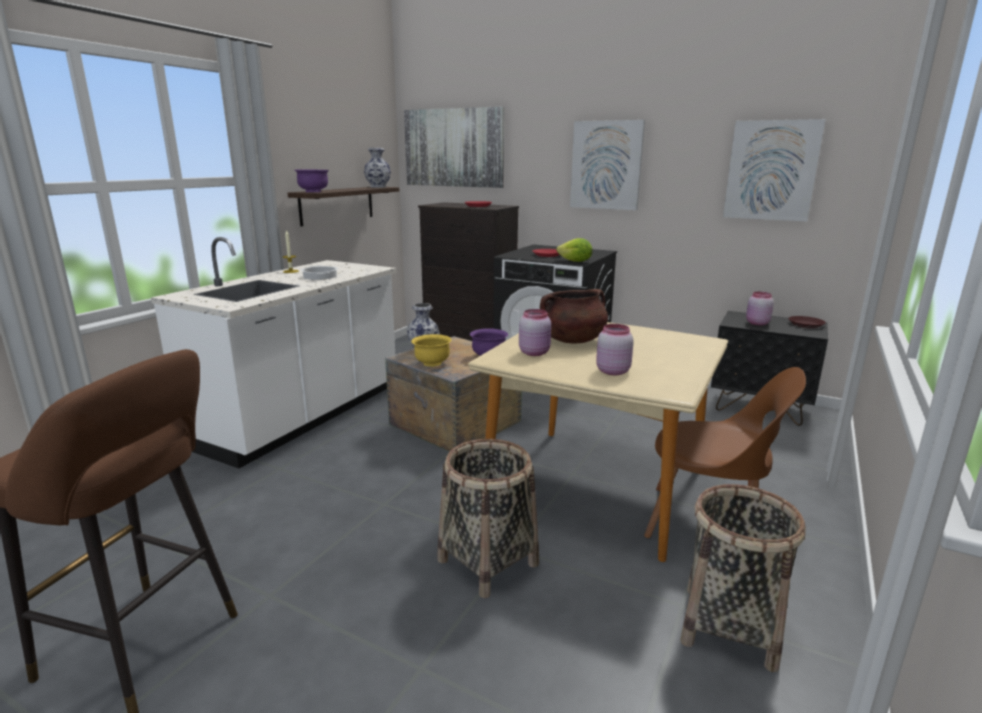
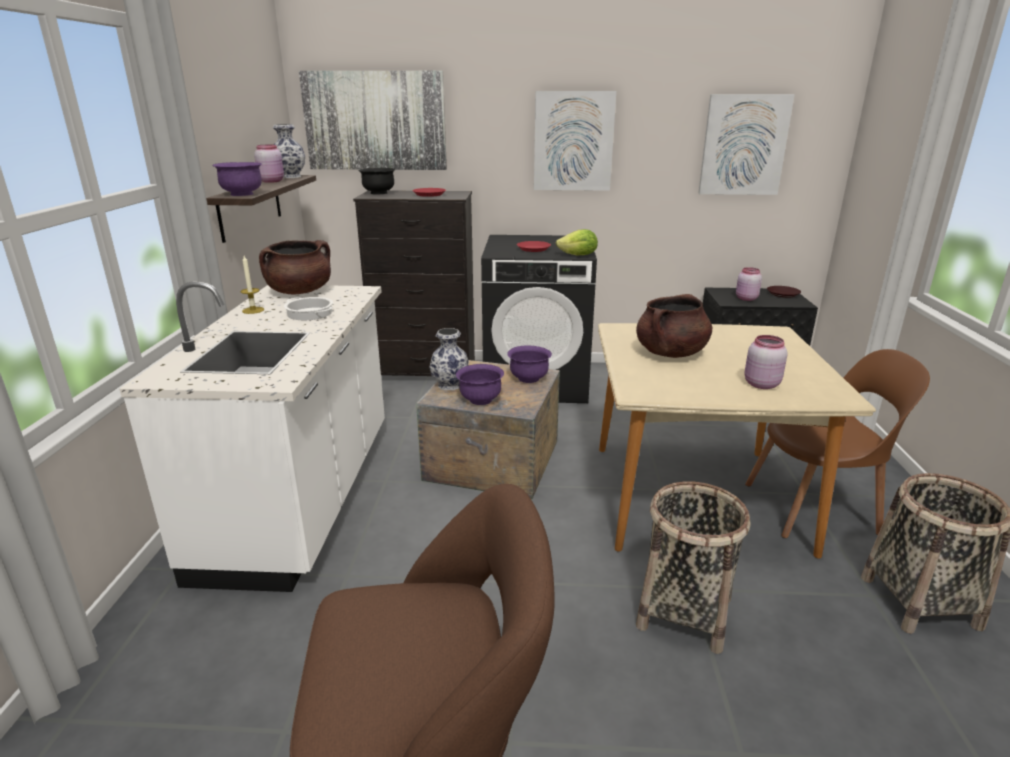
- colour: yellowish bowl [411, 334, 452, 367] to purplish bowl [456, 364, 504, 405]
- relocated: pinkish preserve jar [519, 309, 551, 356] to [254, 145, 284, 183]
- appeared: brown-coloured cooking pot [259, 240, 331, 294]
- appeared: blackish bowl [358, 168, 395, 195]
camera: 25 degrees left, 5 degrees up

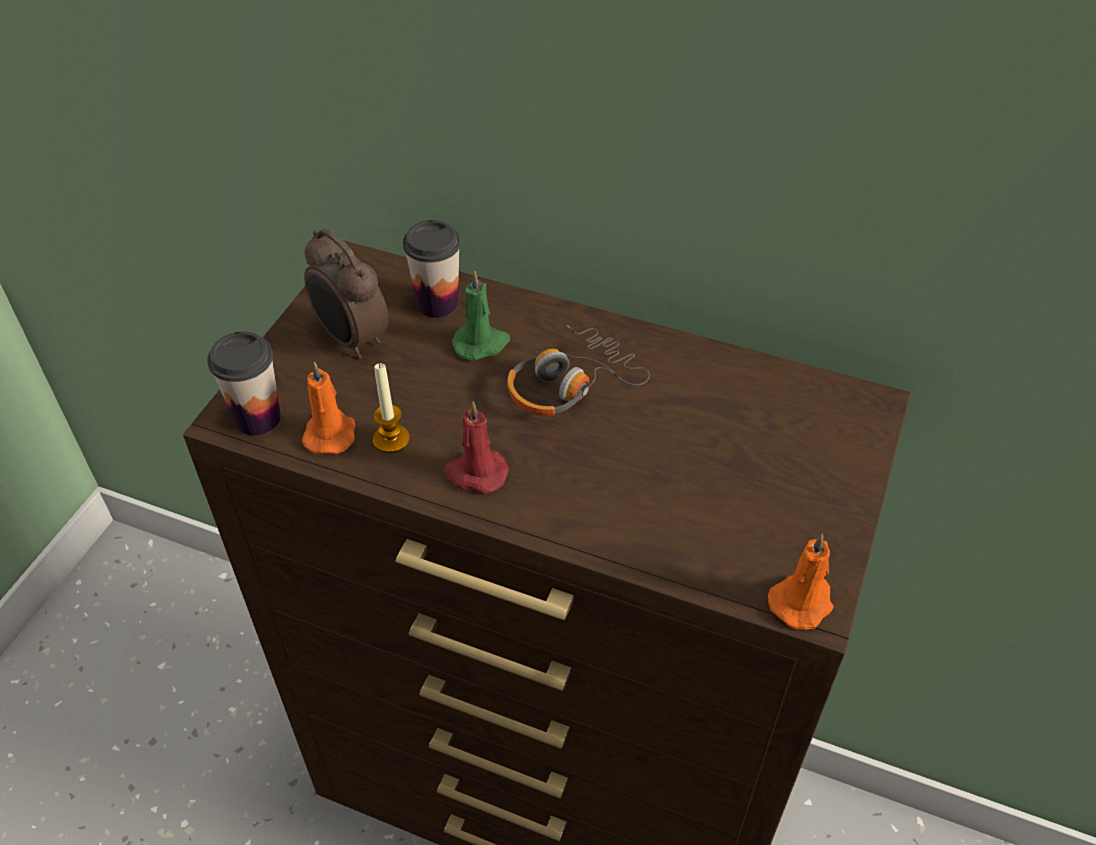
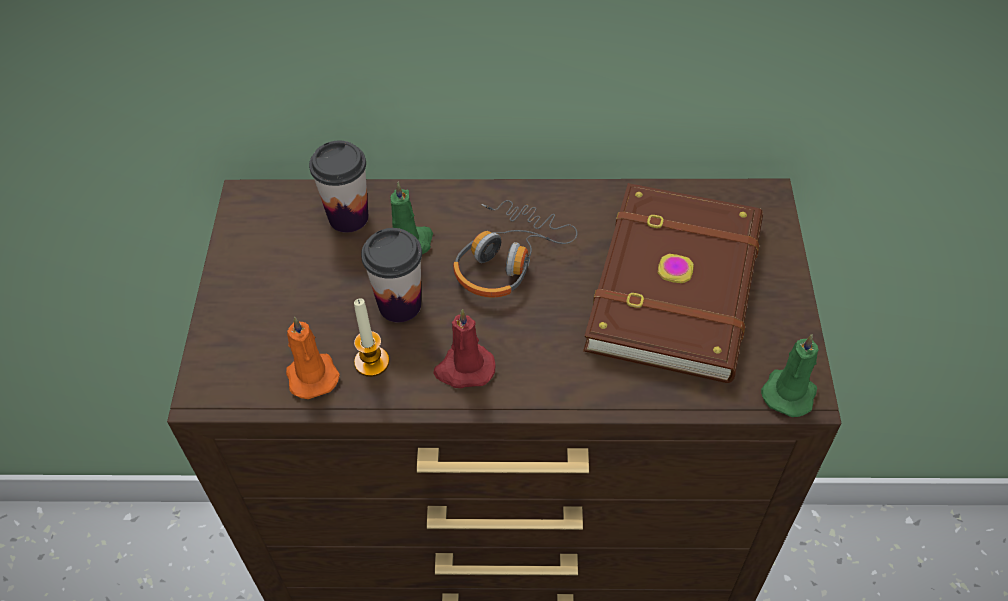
- relocated: cup [207, 332, 281, 436] to [361, 228, 422, 322]
- missing: alarm clock [304, 228, 389, 359]
- colour: orange wax candle [768, 534, 834, 630] to green-coloured wax candle [761, 334, 819, 417]
- appeared: brown-coloured bound book [583, 183, 763, 383]
camera: 20 degrees left, 5 degrees up

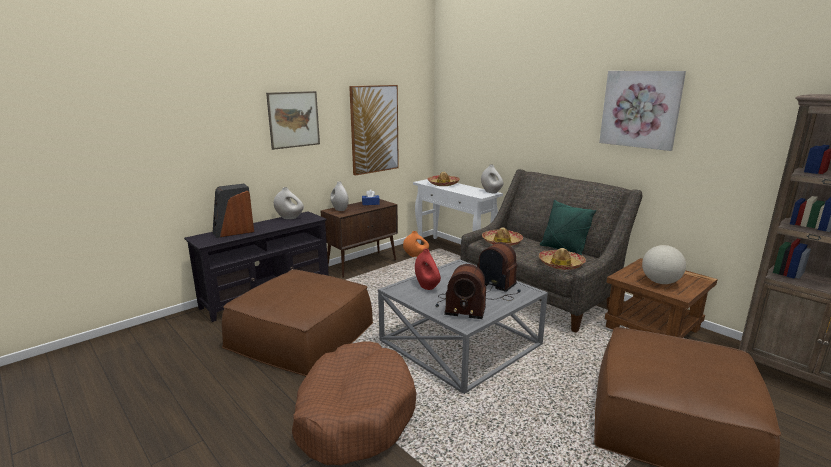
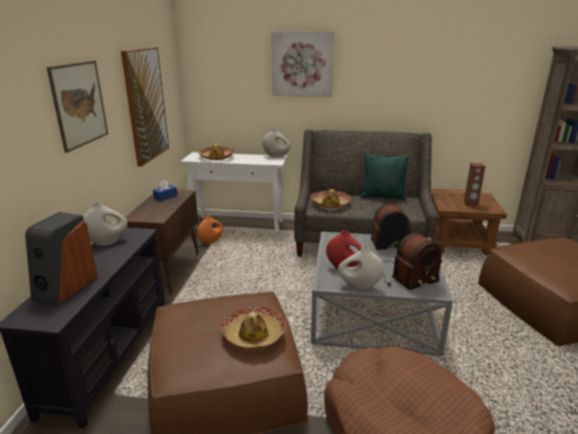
- relocated: white flower vase [330, 181, 349, 211] to [338, 246, 384, 290]
- relocated: hat [539, 248, 586, 270] to [221, 307, 286, 349]
- relocated: wall art [599, 71, 686, 151] to [271, 31, 335, 97]
- exchanged: globe [642, 245, 686, 284] to brown-coloured loudspeaker [464, 163, 486, 206]
camera: 40 degrees left, 5 degrees up

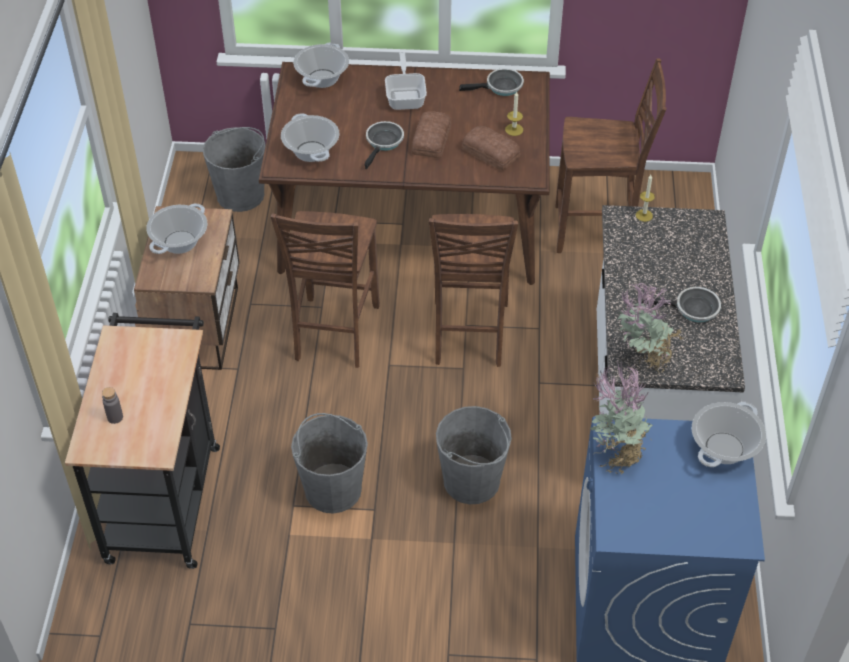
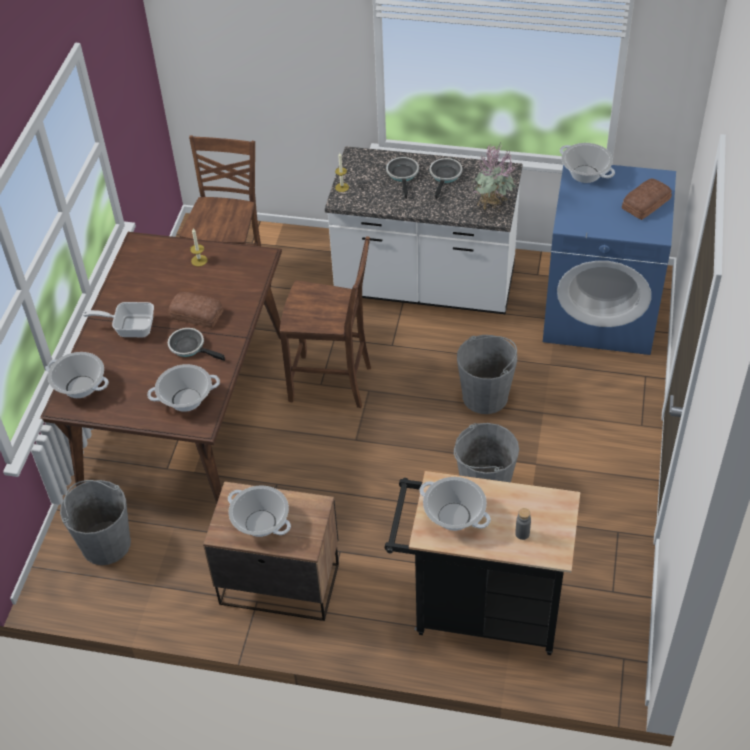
- missing: brown-coloured plain chair [271, 211, 380, 368]
- relocated: frying pan [459, 68, 524, 96] to [386, 157, 419, 199]
- relocated: bread [462, 126, 520, 171] to [622, 178, 672, 220]
- missing: plant in a pot [590, 361, 652, 475]
- appeared: cooking pot [420, 477, 491, 531]
camera: 80 degrees left, 0 degrees up

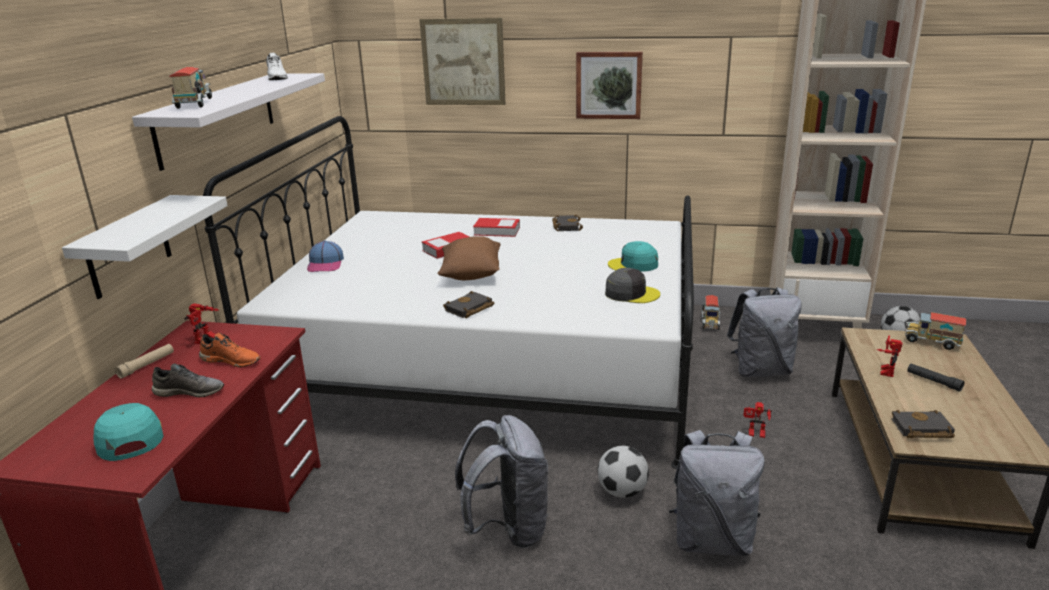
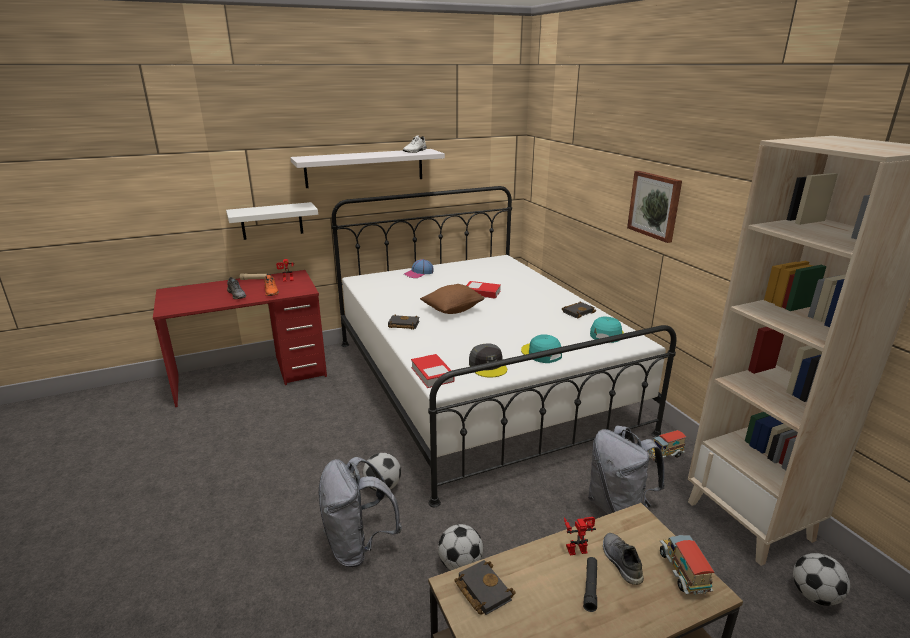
- relocated: turquoise peaked cap [93, 403, 163, 461] to [590, 317, 624, 343]
- missing: toy truck [169, 67, 212, 109]
- missing: wall art [419, 18, 506, 105]
- missing: gray knapsack [455, 415, 549, 548]
- relocated: bound book [473, 218, 520, 237] to [411, 354, 455, 388]
- missing: robot figure [743, 402, 772, 438]
- appeared: football ball [438, 524, 483, 570]
- appeared: gray shoe [603, 533, 644, 585]
camera: 55 degrees right, 0 degrees up

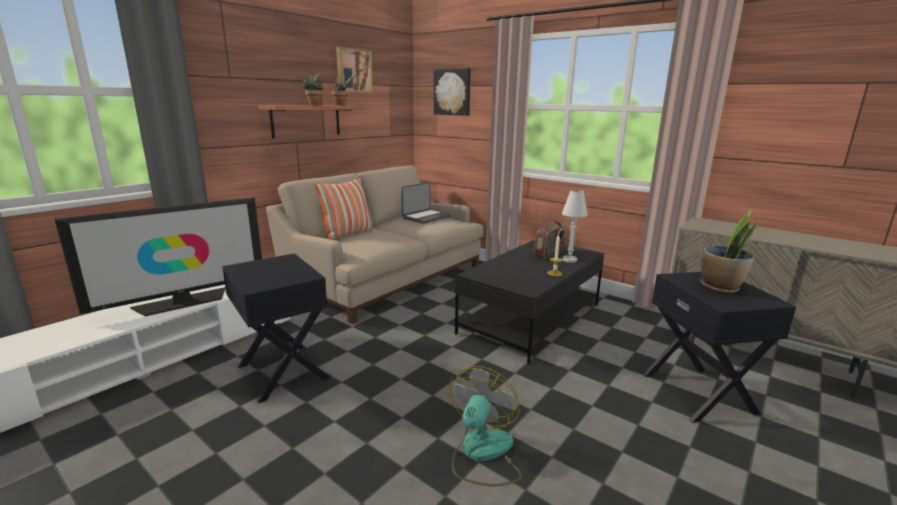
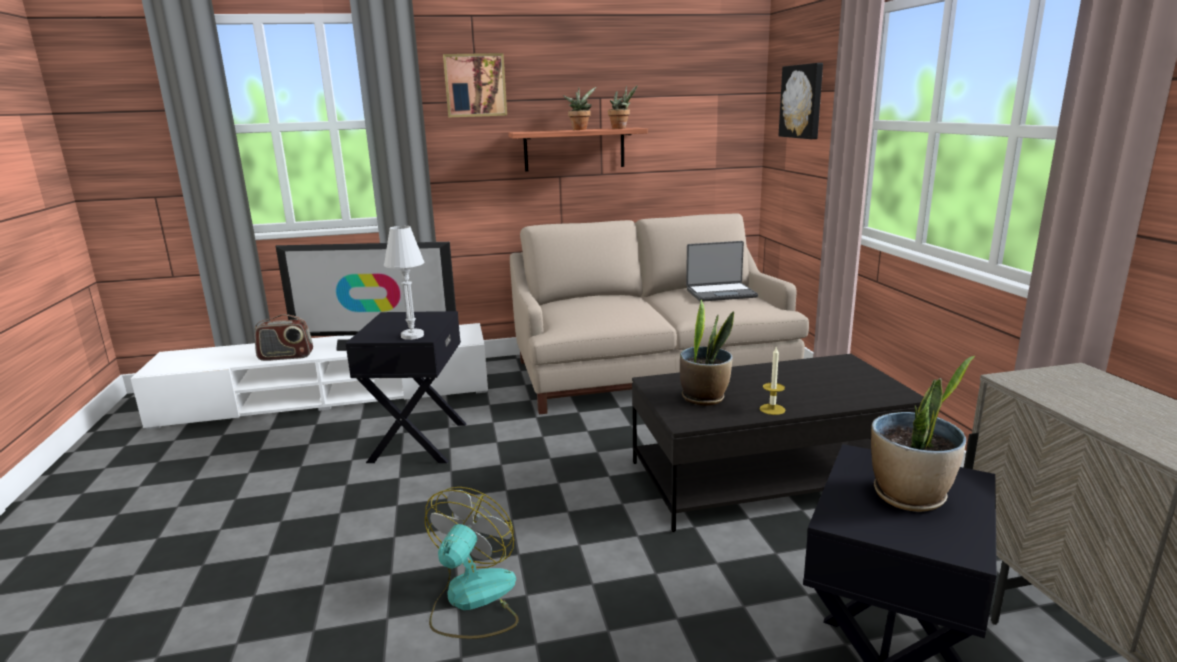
- missing: pillow [314, 178, 373, 240]
- relocated: wall art [336, 47, 373, 93] to [443, 53, 507, 117]
- spun: fan [449, 366, 522, 486] = [425, 487, 519, 639] 45 degrees counterclockwise
- relocated: radio set [534, 221, 565, 258] to [254, 314, 313, 361]
- relocated: white table lamp [562, 190, 588, 263] to [384, 226, 424, 340]
- appeared: plant in a pot [680, 300, 734, 406]
camera: 40 degrees right, 0 degrees up

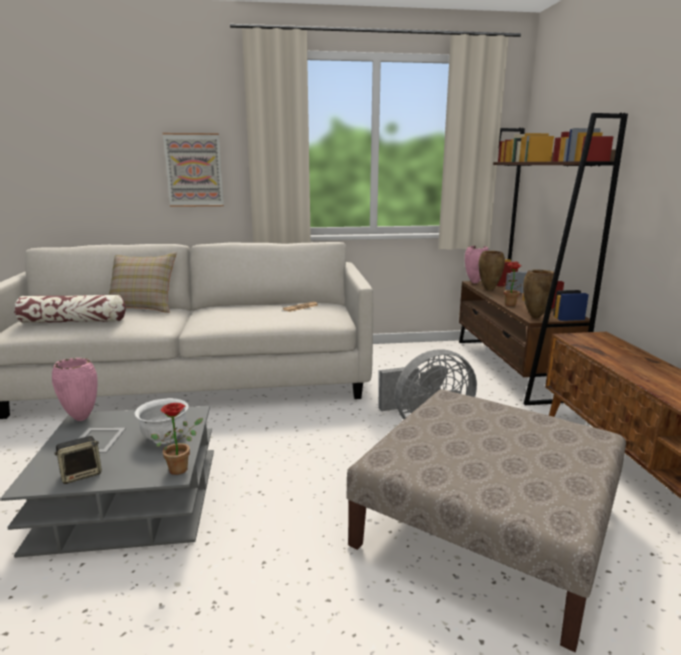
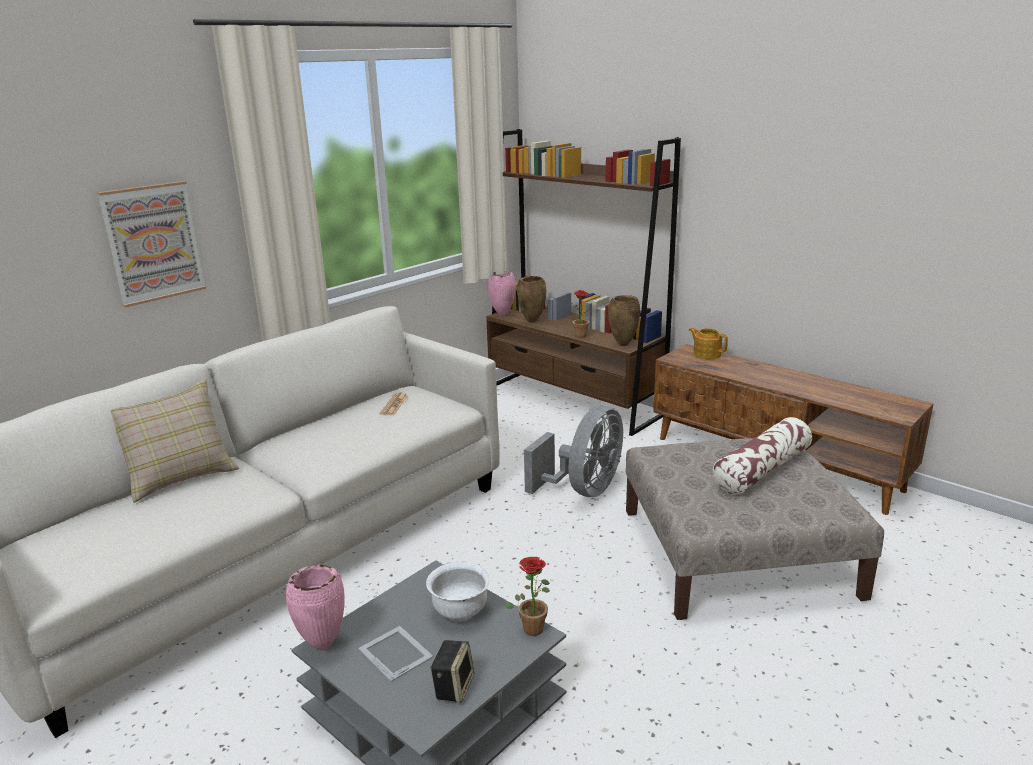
- relocated: pillow [14, 295, 126, 323] to [713, 417, 812, 494]
- appeared: pot for tea [689, 327, 728, 359]
camera: 40 degrees left, 5 degrees up

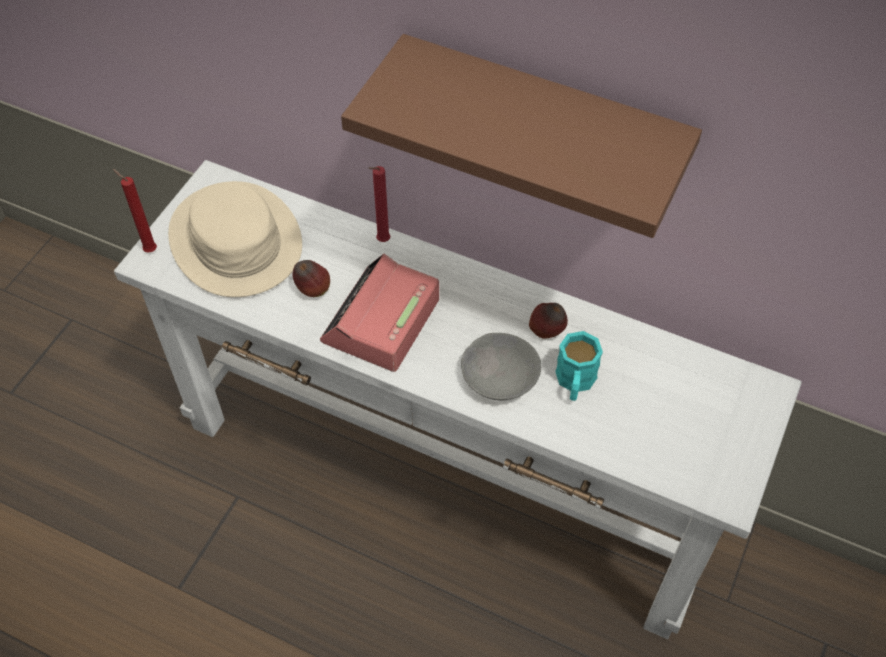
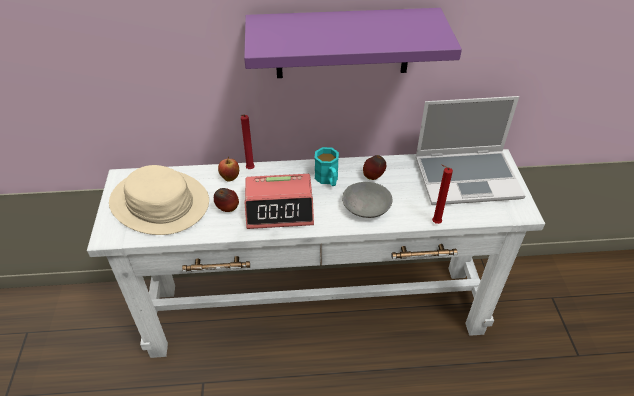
- relocated: reddish wax candle [113, 169, 157, 253] to [432, 164, 453, 224]
- spun: alarm clock [320, 254, 439, 372] = [245, 174, 314, 229] 90 degrees counterclockwise
- colour: brown-coloured wall shelf [341, 34, 702, 238] to purplish wall shelf [244, 8, 462, 78]
- relocated: turquoise coffee mug [555, 331, 603, 401] to [315, 147, 339, 186]
- appeared: apple [218, 157, 239, 182]
- appeared: portable computer [415, 96, 525, 205]
camera: 30 degrees left, 10 degrees down

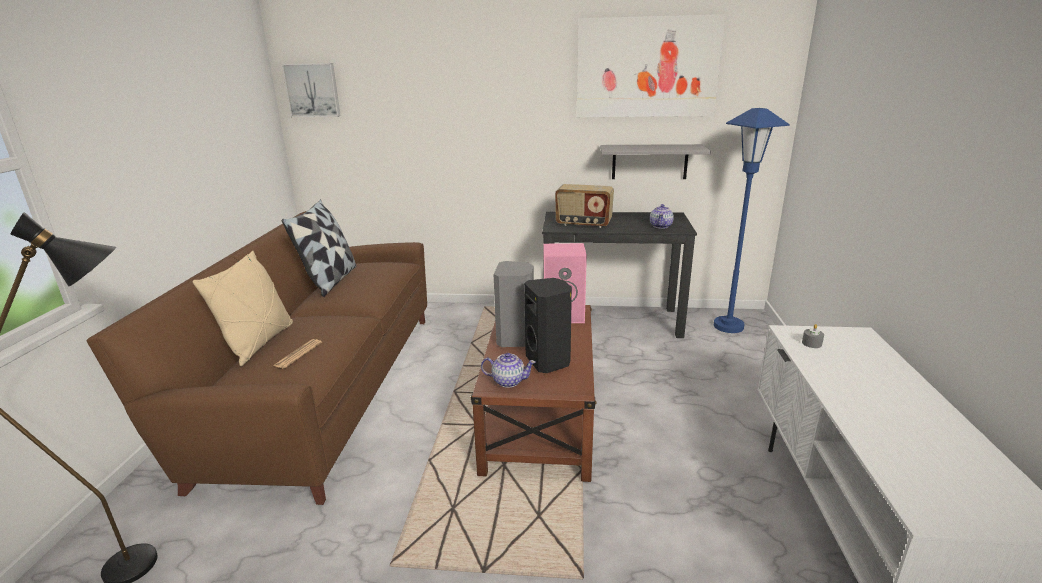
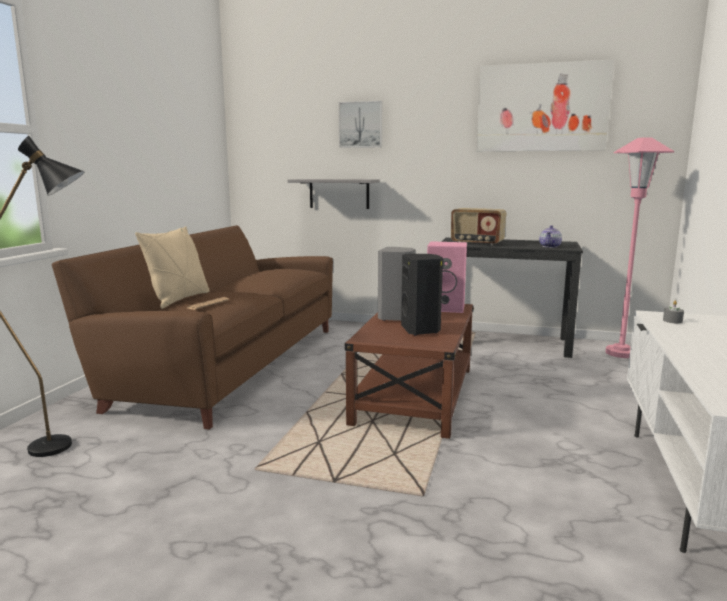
- missing: pillow [281, 200, 356, 297]
- relocated: wall art [282, 63, 341, 117] to [339, 101, 382, 148]
- missing: pot for tea [481, 353, 536, 388]
- relocated: gray wall shelf [600, 144, 711, 179] to [288, 179, 380, 209]
- colour: bluish standard lamp [714, 108, 790, 333] to pinkish standard lamp [606, 138, 674, 358]
camera: 10 degrees right, 10 degrees down

